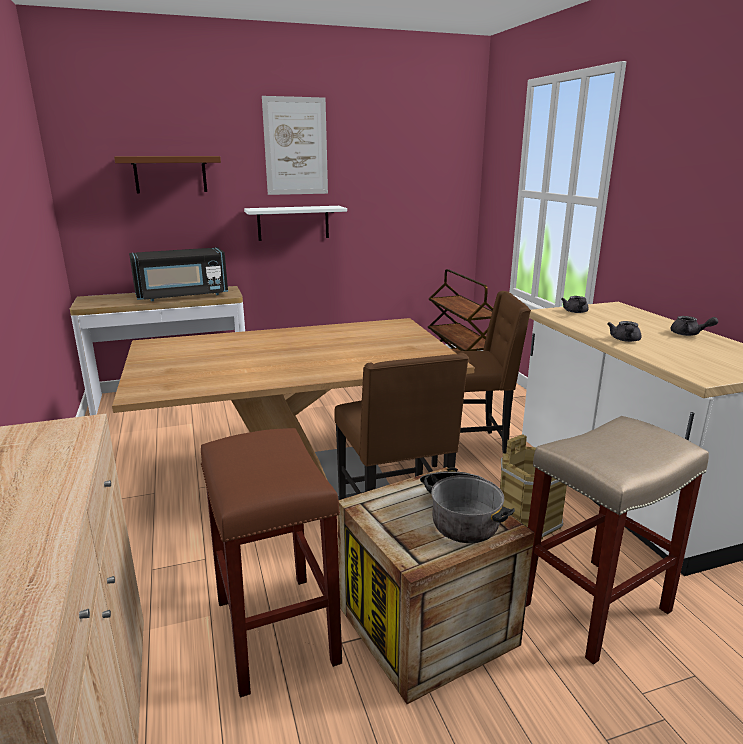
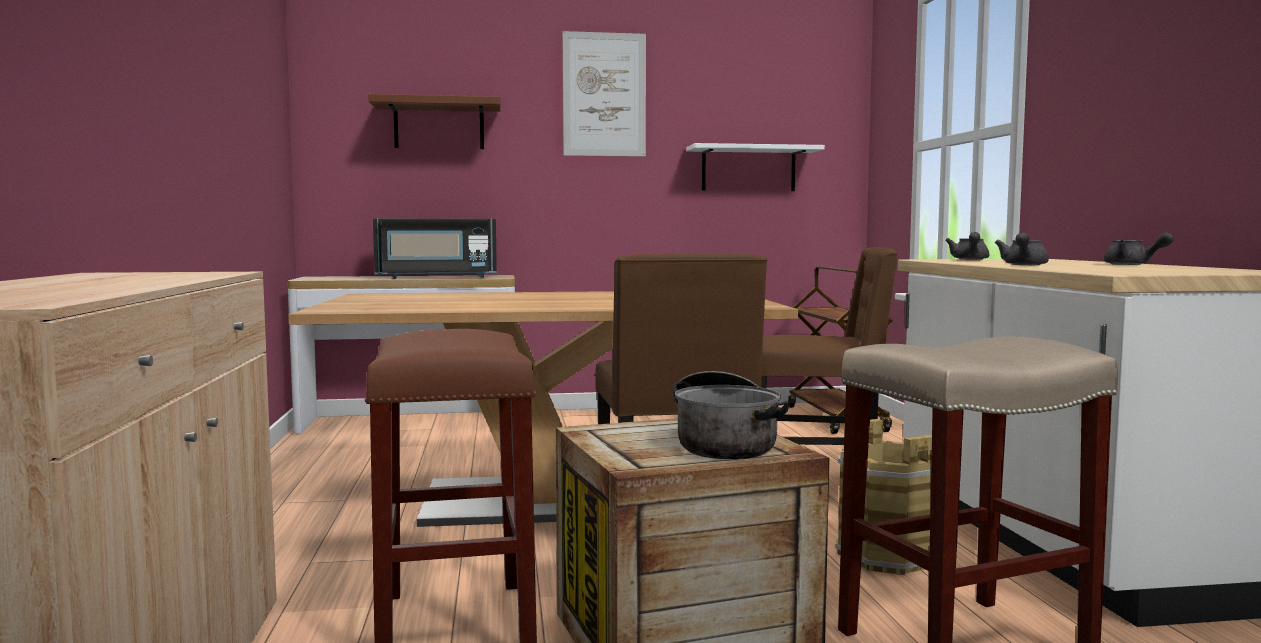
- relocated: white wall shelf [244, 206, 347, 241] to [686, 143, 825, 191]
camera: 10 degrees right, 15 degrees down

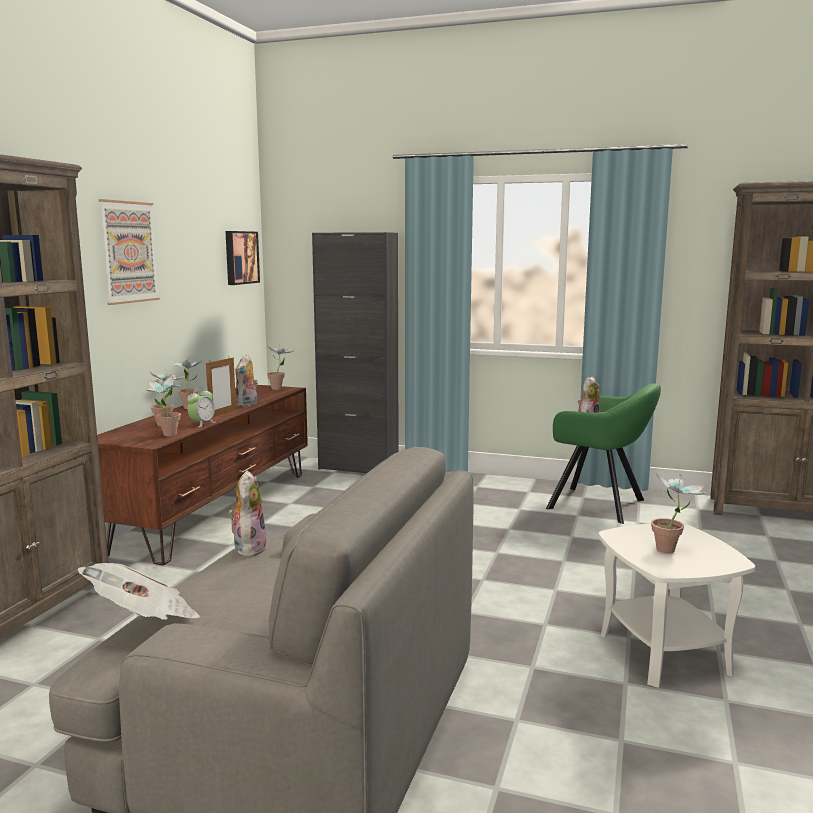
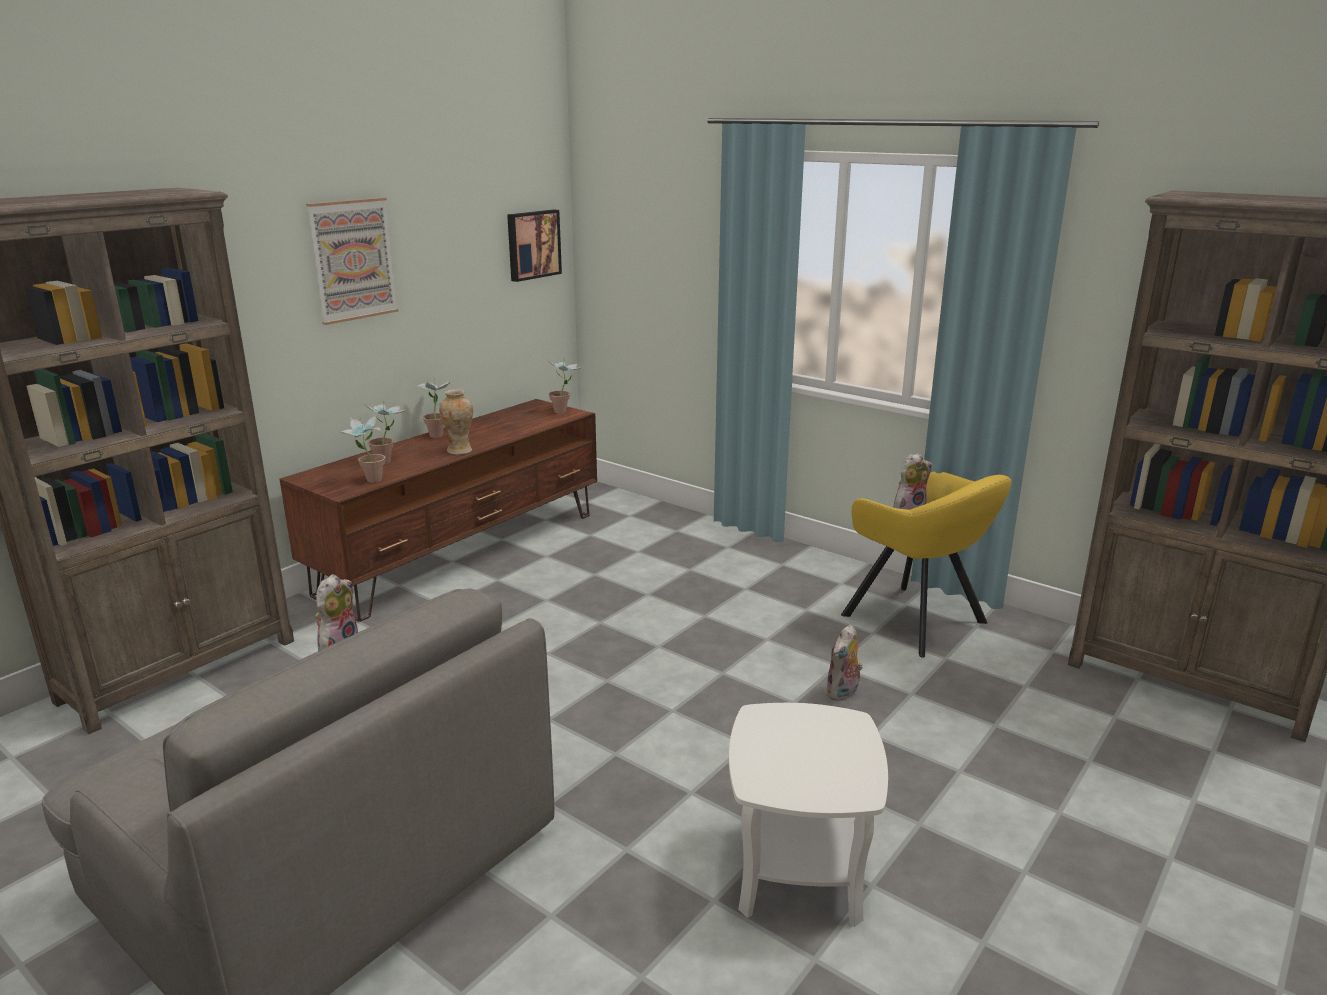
- missing: printed paper [78, 563, 200, 620]
- missing: alarm clock [187, 387, 216, 427]
- exchanged: photo frame [206, 356, 236, 417] to flower vase [439, 389, 473, 455]
- relocated: plush toy [236, 355, 258, 407] to [826, 624, 863, 701]
- missing: blackish storage cabinet [312, 232, 398, 473]
- colour: green-coloured lounge chair [546, 383, 661, 524] to yellowish lounge chair [841, 472, 1012, 658]
- missing: plant in a pot [651, 474, 706, 553]
camera: 20 degrees right, 10 degrees up

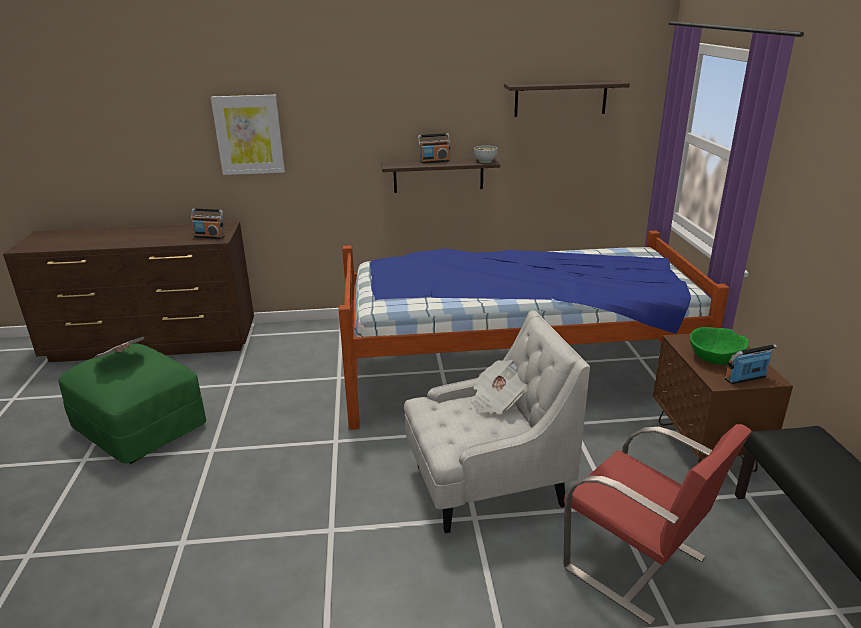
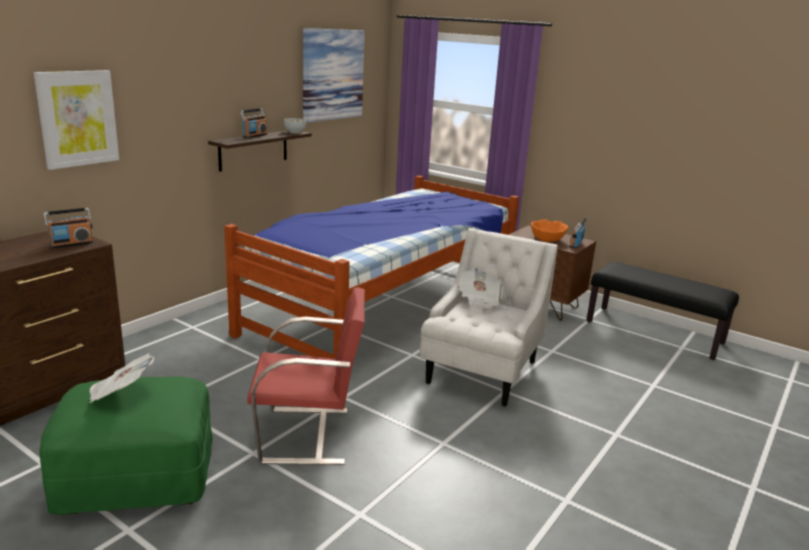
- exchanged: wall shelf [504, 80, 630, 117] to wall art [303, 28, 365, 123]
- relocated: reddish plain chair [564, 424, 752, 626] to [247, 287, 365, 465]
- colour: green-coloured bowl [690, 327, 749, 365] to orange bowl [531, 219, 568, 242]
camera: 50 degrees left, 5 degrees down

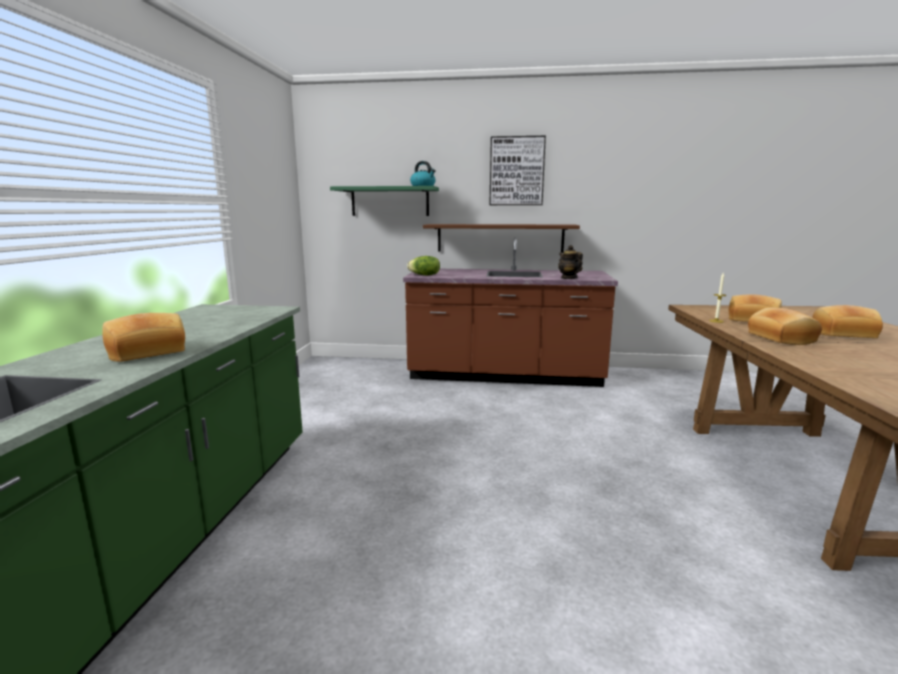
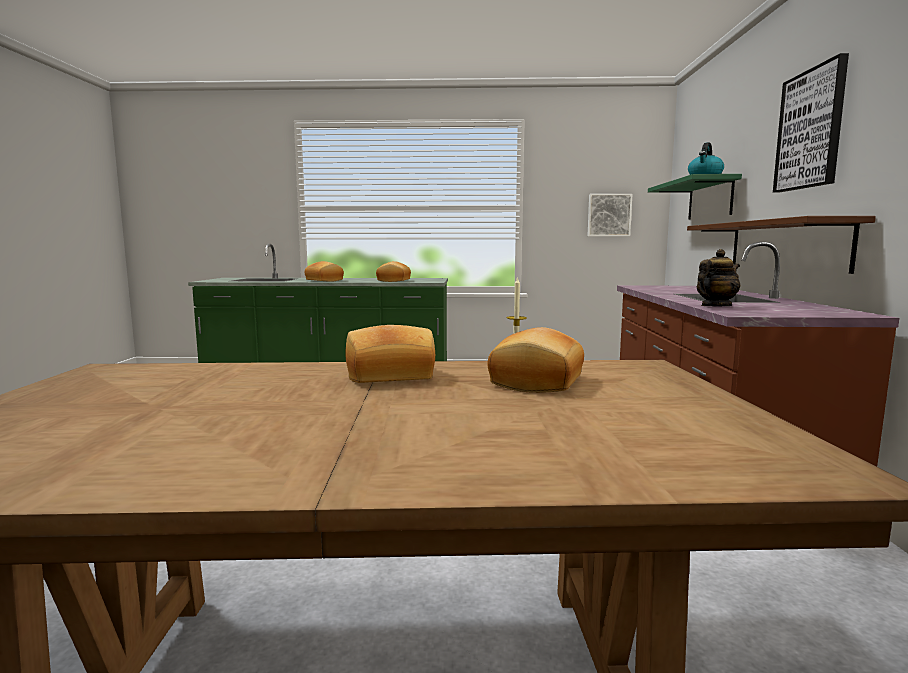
- missing: head of lettuce [407, 256, 440, 275]
- relocated: bread [812, 305, 883, 338] to [376, 261, 411, 282]
- appeared: wall art [588, 194, 632, 237]
camera: 85 degrees right, 5 degrees down

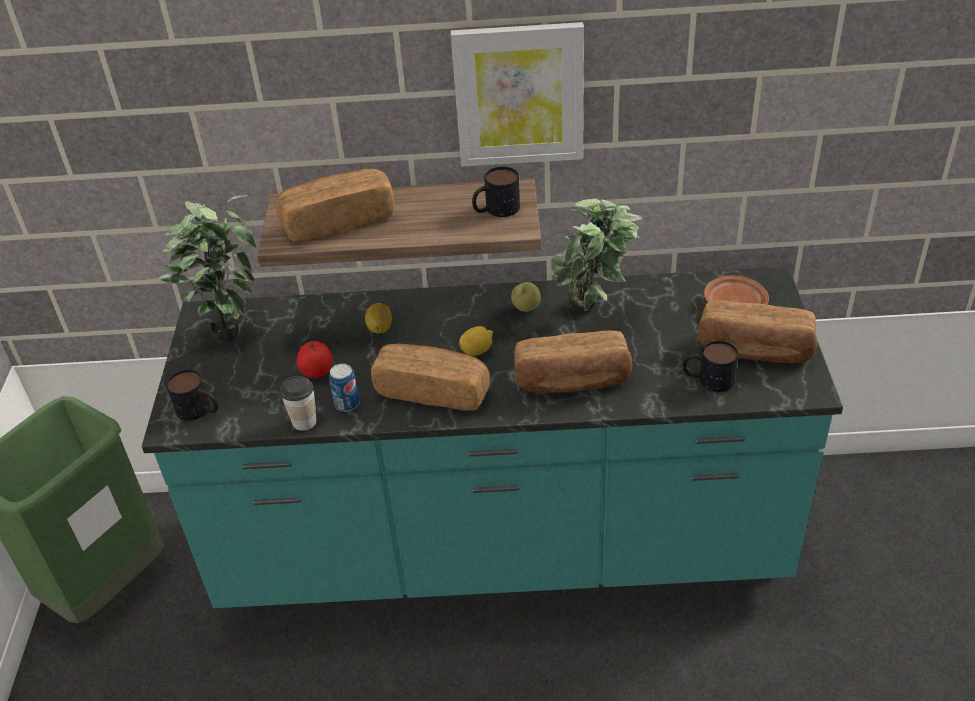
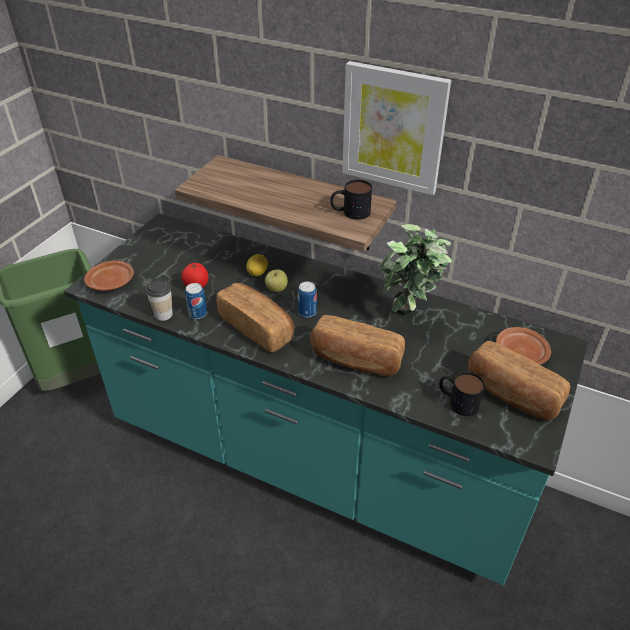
- missing: plant in a pot [158, 195, 256, 343]
- exchanged: coffee mug [166, 370, 218, 421] to brown-coloured flat dish [84, 260, 134, 291]
- missing: bread [276, 169, 395, 241]
- exchanged: lemon [459, 326, 493, 356] to metal can [298, 282, 317, 318]
- relocated: apple [511, 282, 541, 312] to [265, 270, 288, 292]
camera: 25 degrees right, 0 degrees up

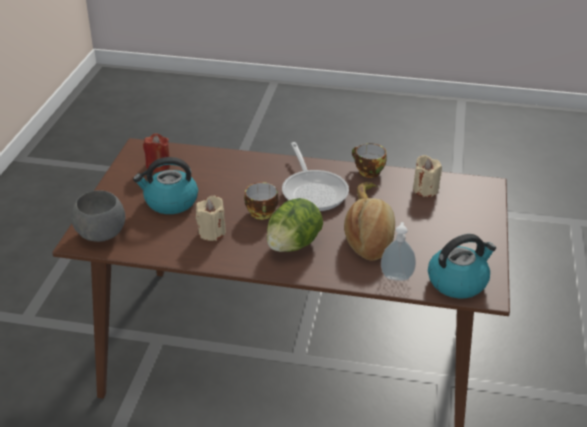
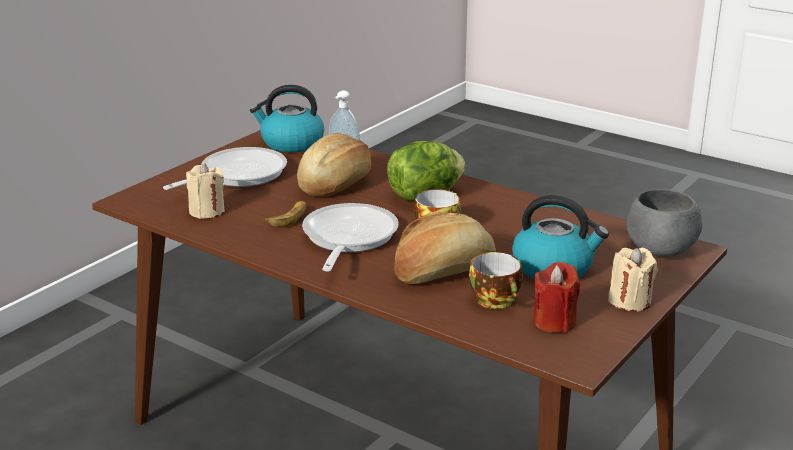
- relocated: sand-coloured wax candle [196, 196, 226, 241] to [608, 248, 658, 312]
- relocated: cup [352, 143, 387, 178] to [469, 252, 522, 309]
- appeared: frying pan [163, 147, 287, 190]
- appeared: bread [394, 212, 496, 284]
camera: 155 degrees left, 10 degrees down

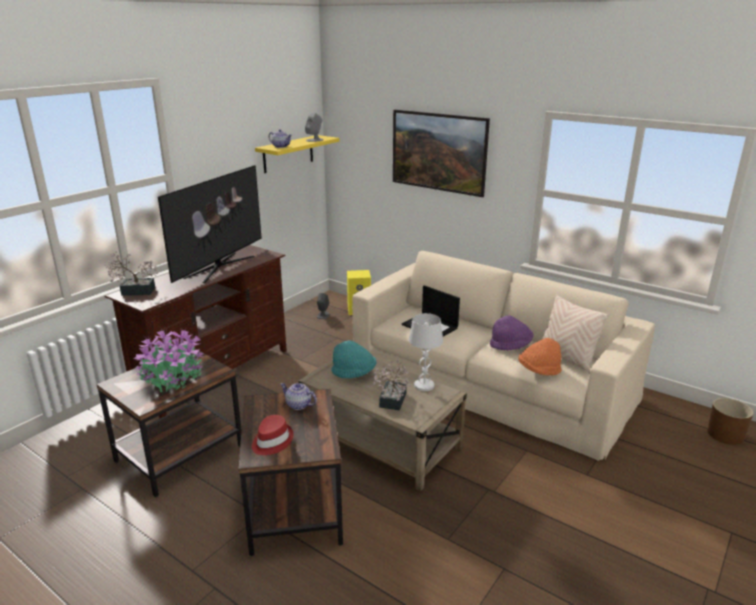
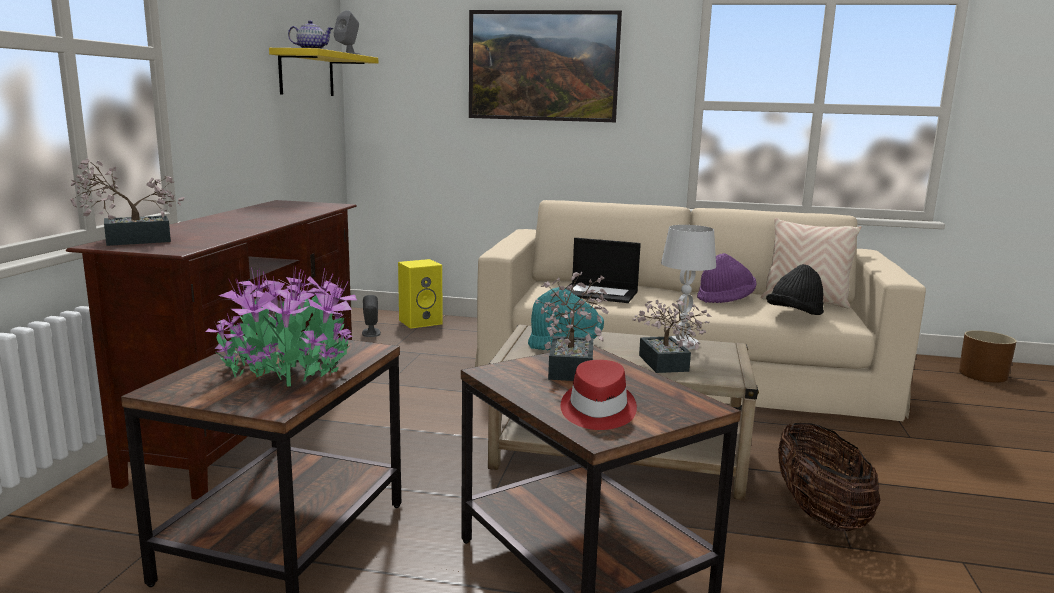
- missing: TV set [158, 165, 262, 283]
- exchanged: pot for tea [280, 383, 317, 410] to plant in a pot [535, 271, 609, 381]
- colour: orange hat [518, 338, 561, 376] to blackish hat [766, 264, 824, 315]
- appeared: storage basket [778, 422, 880, 531]
camera: 25 degrees left, 10 degrees down

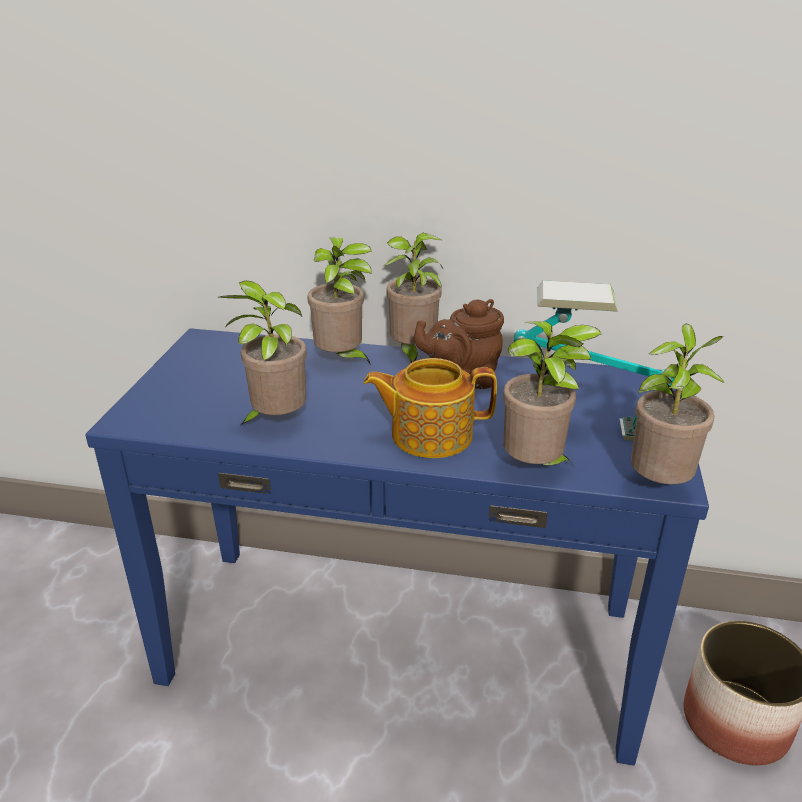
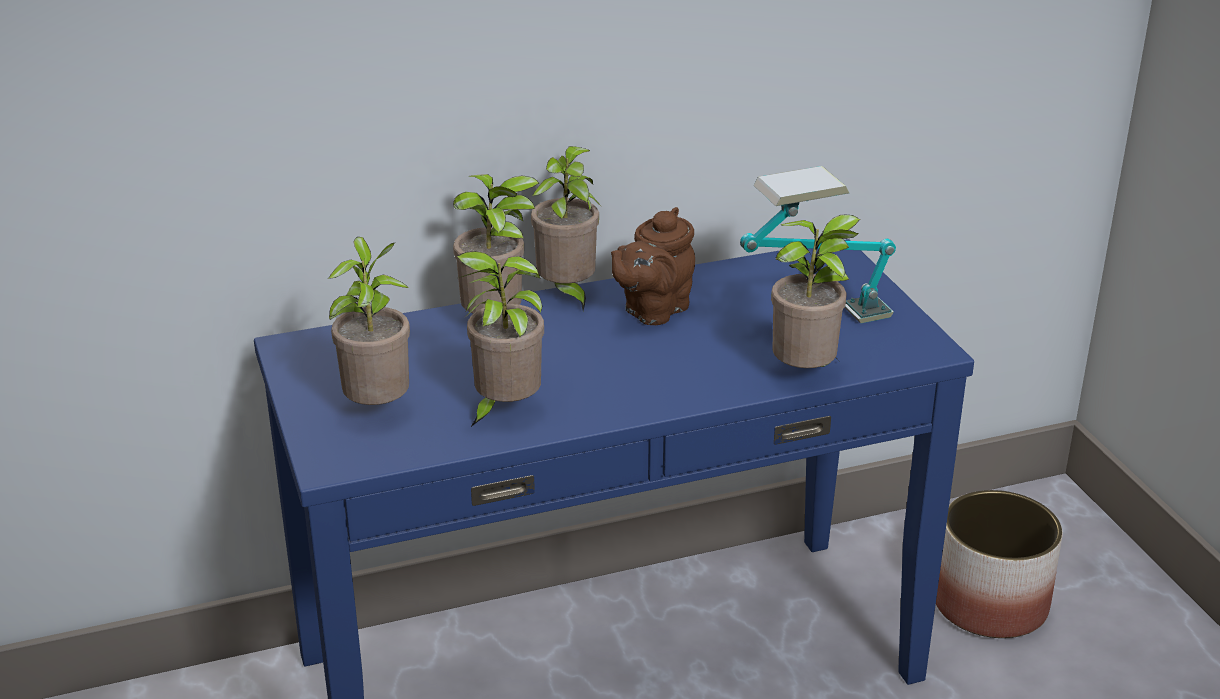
- missing: pot for tea [364, 358, 497, 458]
- relocated: plant in a pot [631, 324, 725, 484] to [328, 237, 410, 405]
camera: 30 degrees left, 0 degrees up

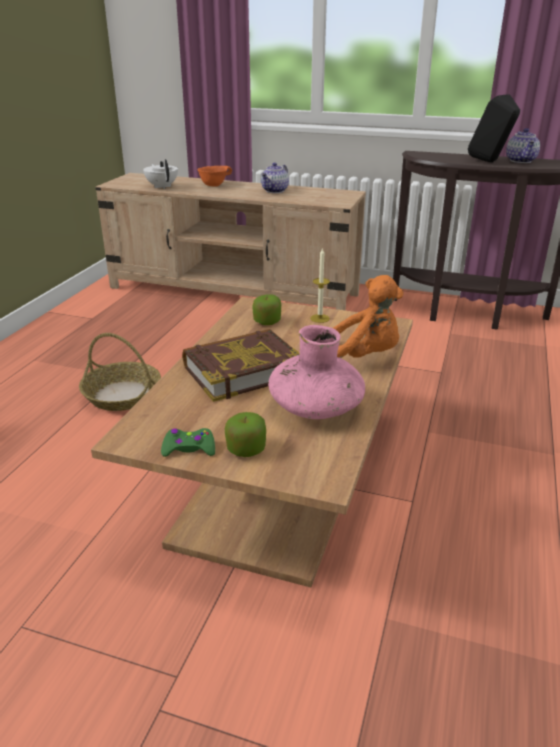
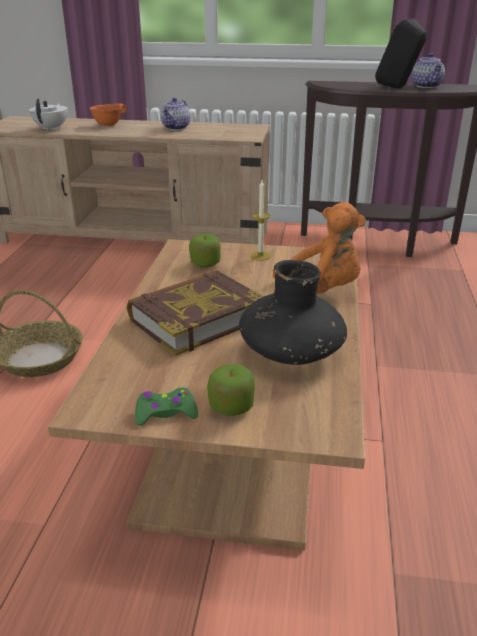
- spun: white pot for tea [143, 159, 178, 189] = [29, 99, 68, 131] 45 degrees clockwise
- colour: pinkish flower vase [268, 325, 365, 419] to blackish flower vase [239, 260, 347, 365]
camera: 10 degrees left, 0 degrees up

